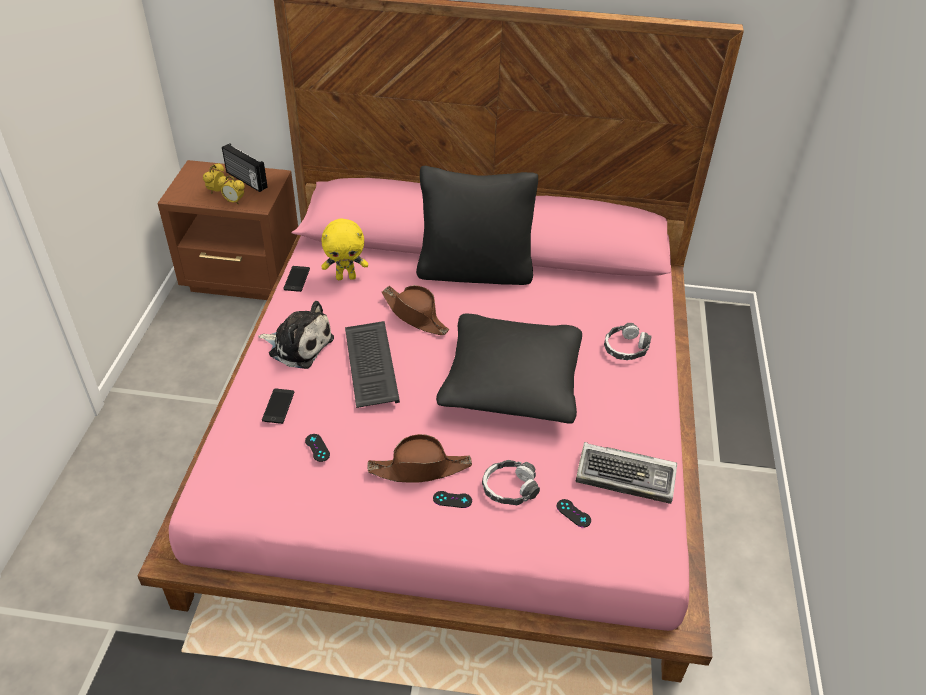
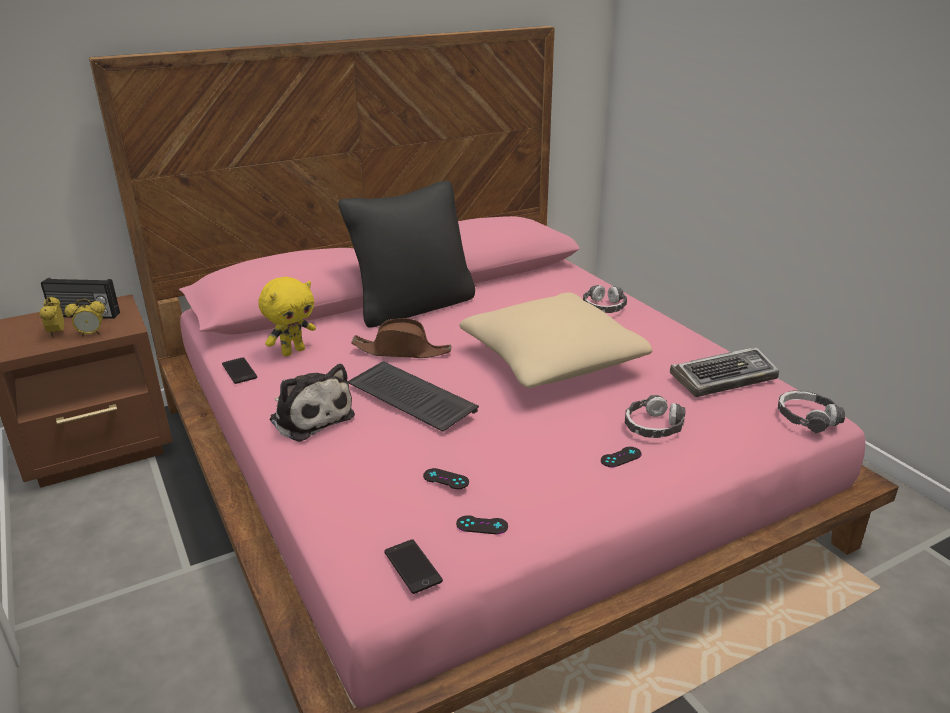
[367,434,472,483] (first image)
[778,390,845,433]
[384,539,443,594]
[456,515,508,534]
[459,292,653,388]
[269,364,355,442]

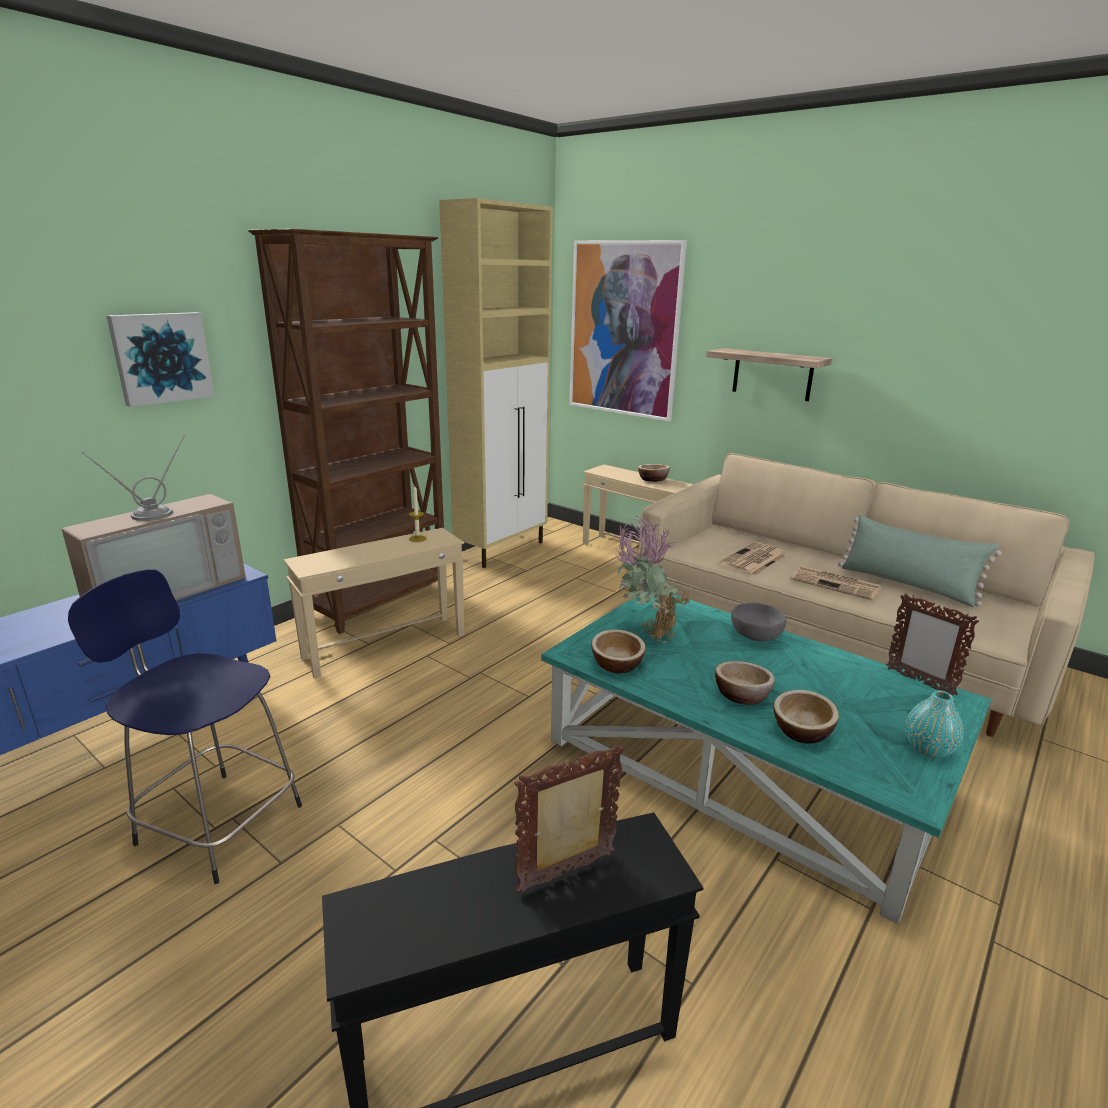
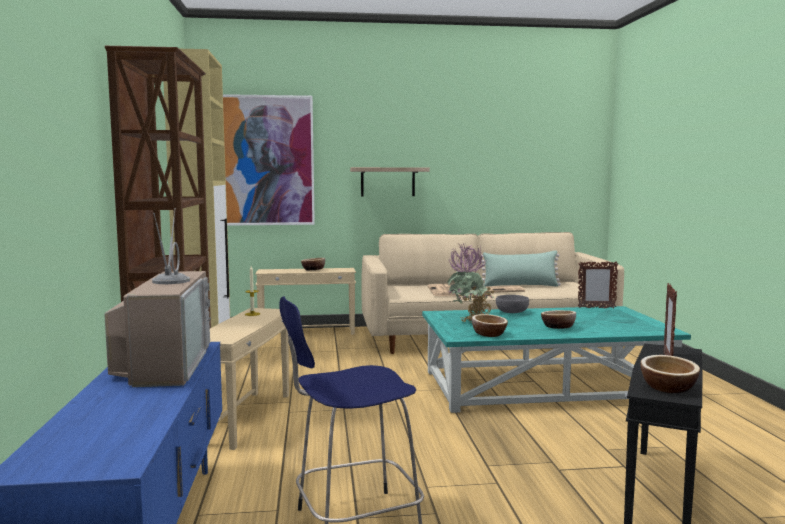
[107,312,215,407] (first image)
[905,690,964,757] (first image)
[641,355,700,393]

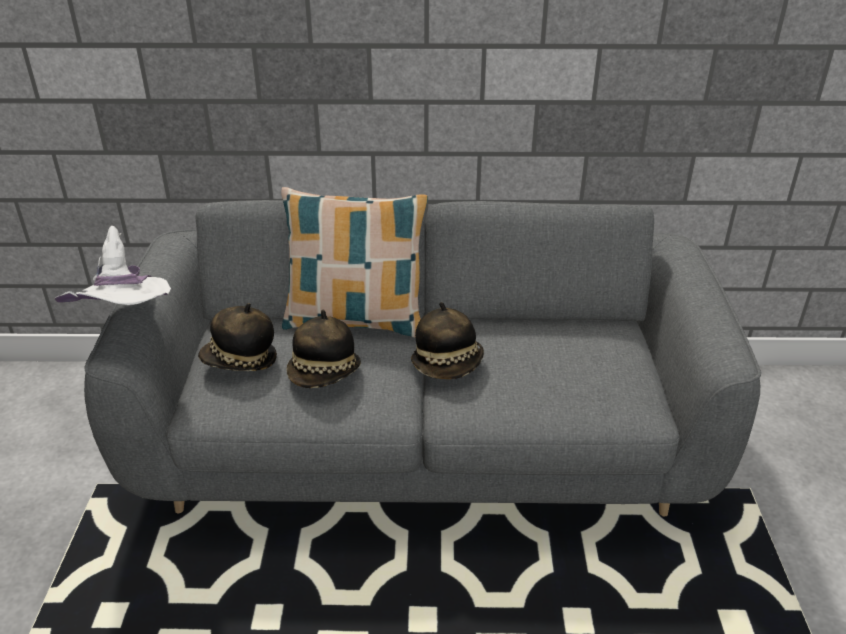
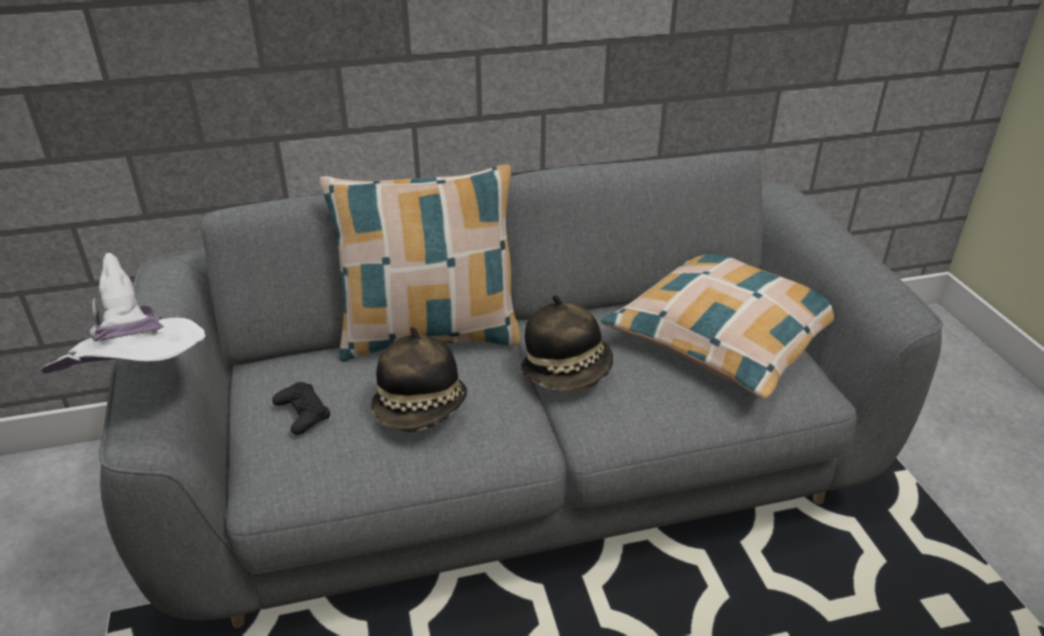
[601,254,834,399]
[272,382,330,435]

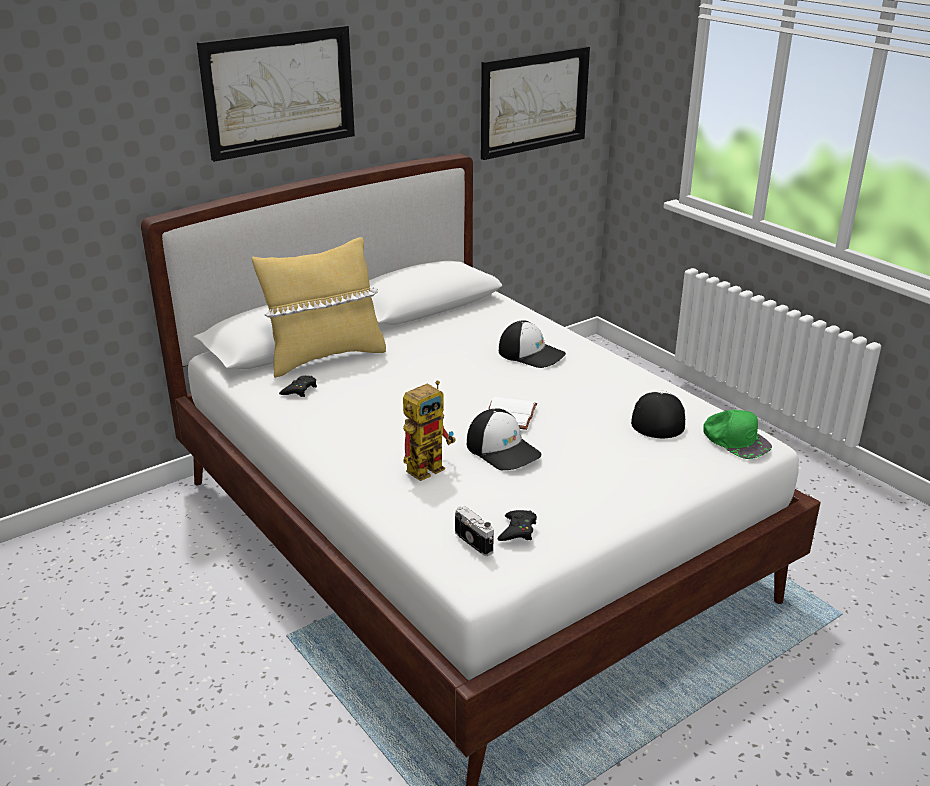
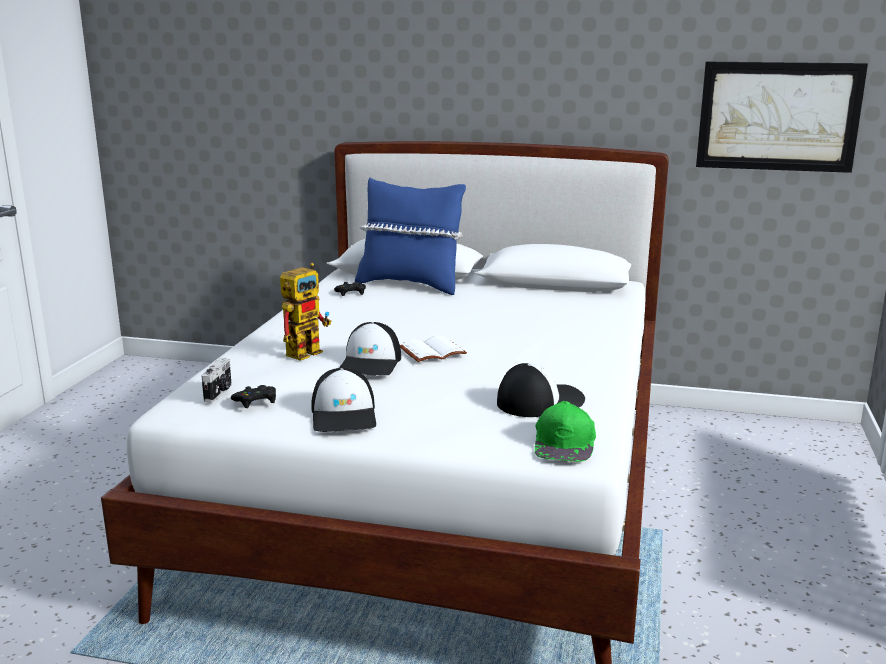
[197,25,355,162] (first image)
[311,368,376,432]
[354,178,466,295]
[280,263,331,361]

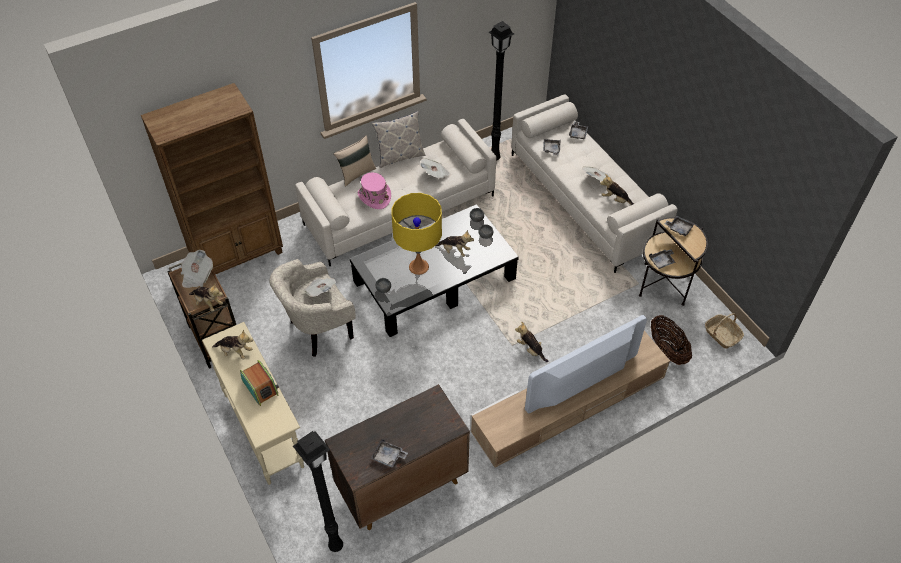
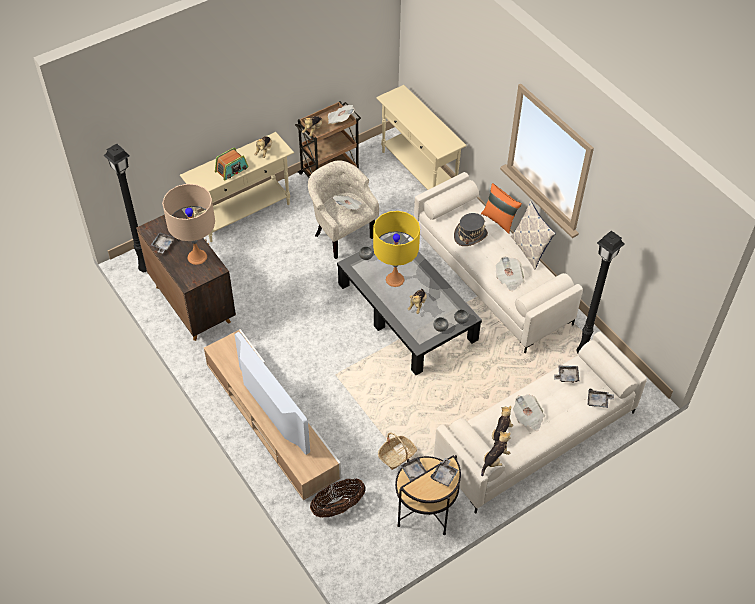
[162,184,215,265]
[481,431,510,476]
[378,433,417,470]
[376,85,467,190]
[481,183,522,234]
[454,213,488,246]

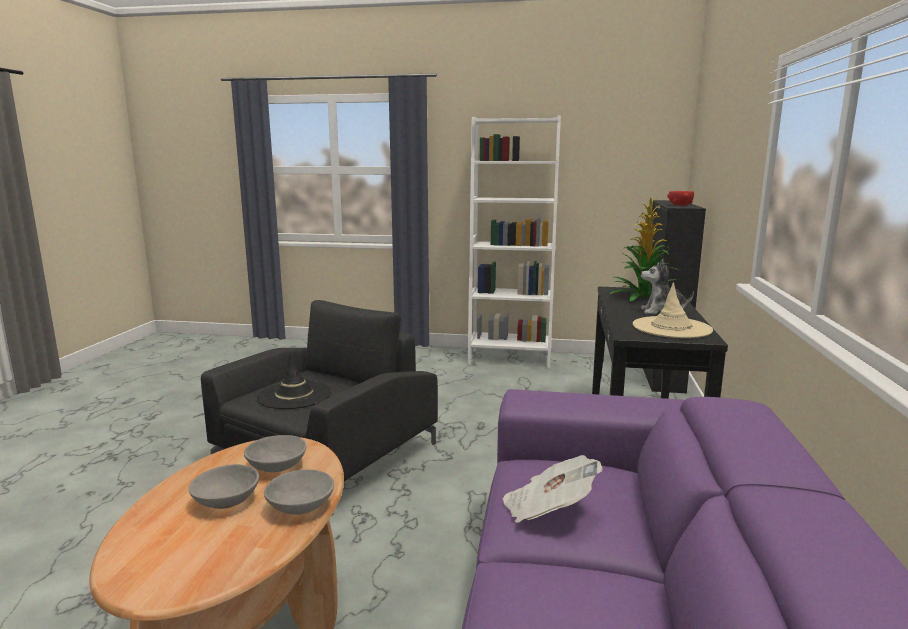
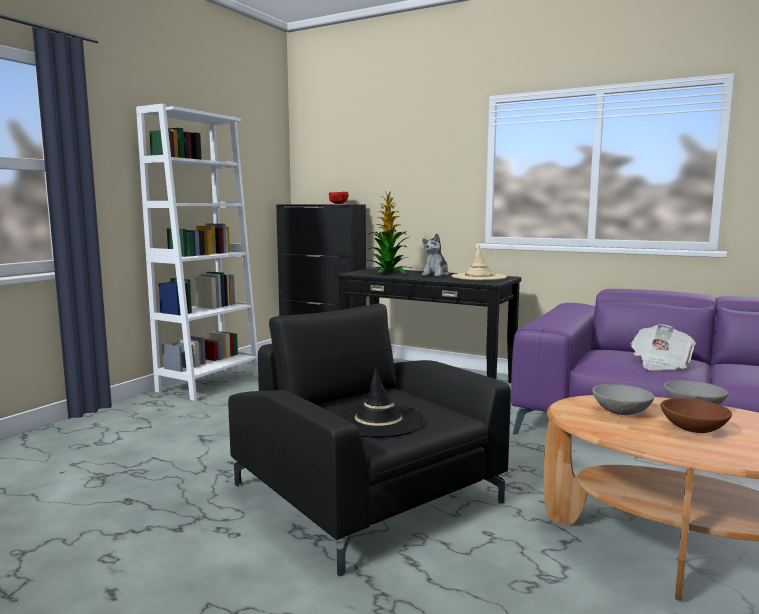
[660,398,732,433]

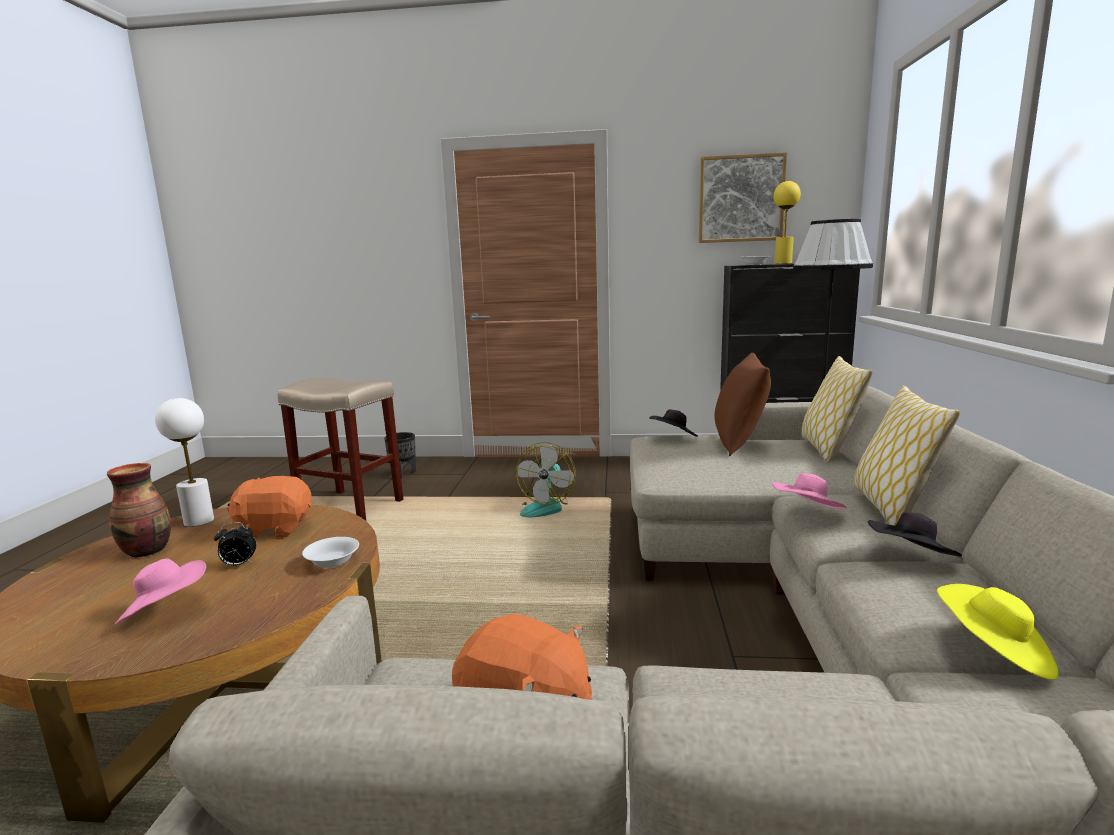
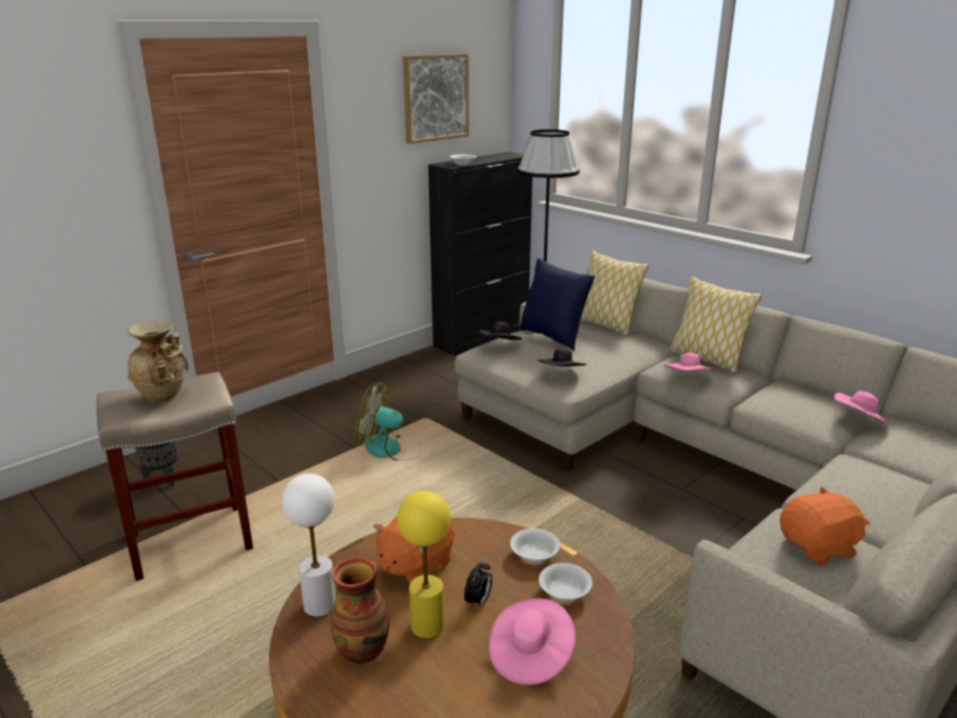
[127,320,189,403]
[539,563,592,602]
[397,491,451,638]
[538,349,586,367]
[519,258,595,351]
[834,391,890,424]
[355,382,413,460]

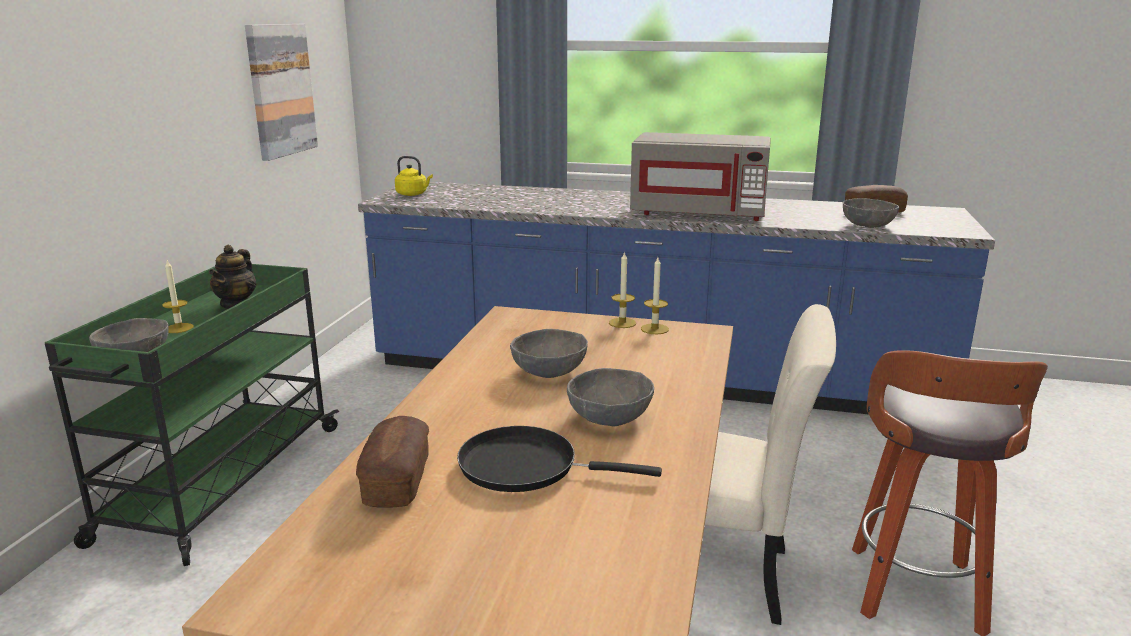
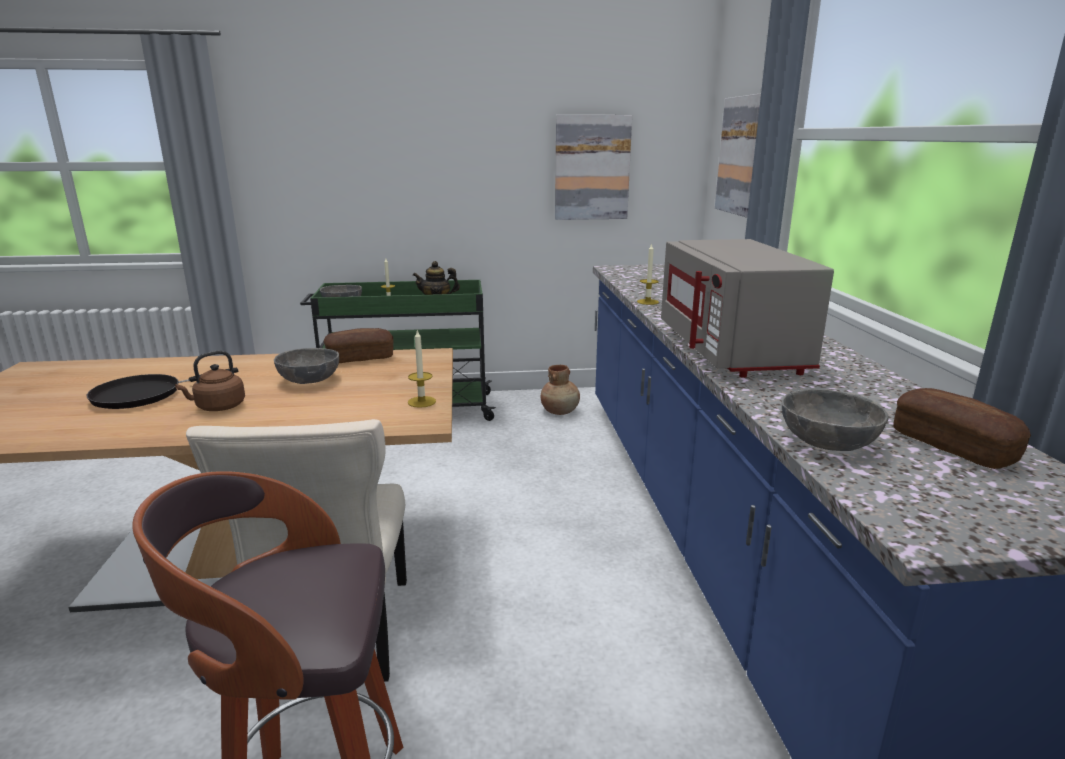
[395,156,433,196] (first image)
[541,365,580,415]
[715,94,761,217]
[324,328,394,363]
[637,243,659,305]
[175,350,245,411]
[87,368,238,409]

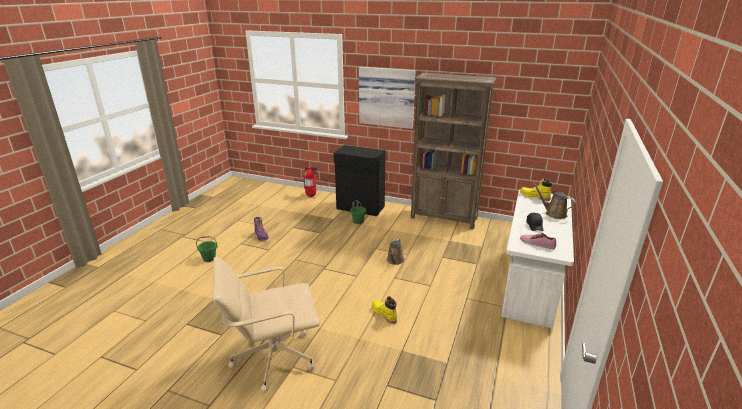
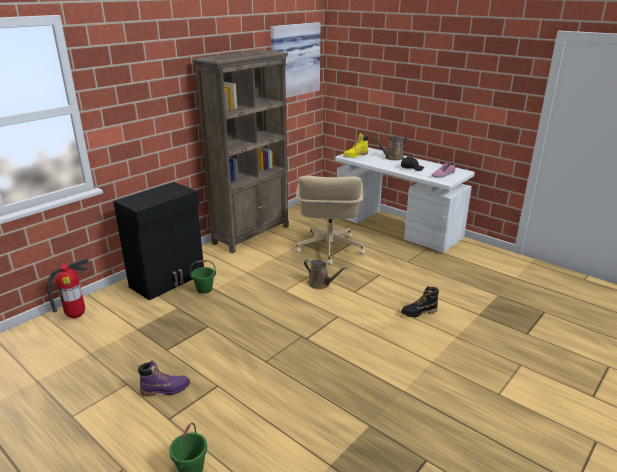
[295,176,365,265]
[271,22,321,98]
[401,286,439,317]

